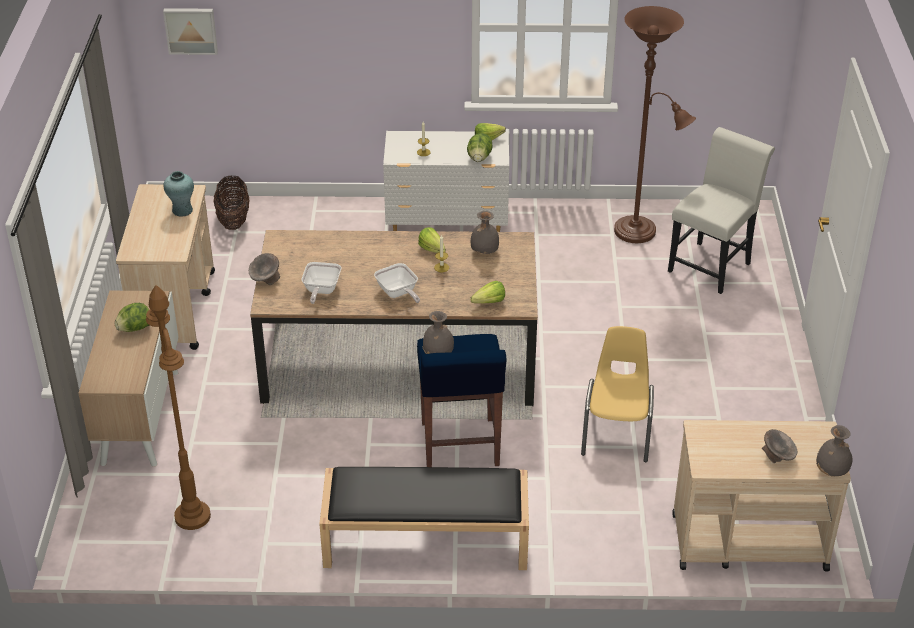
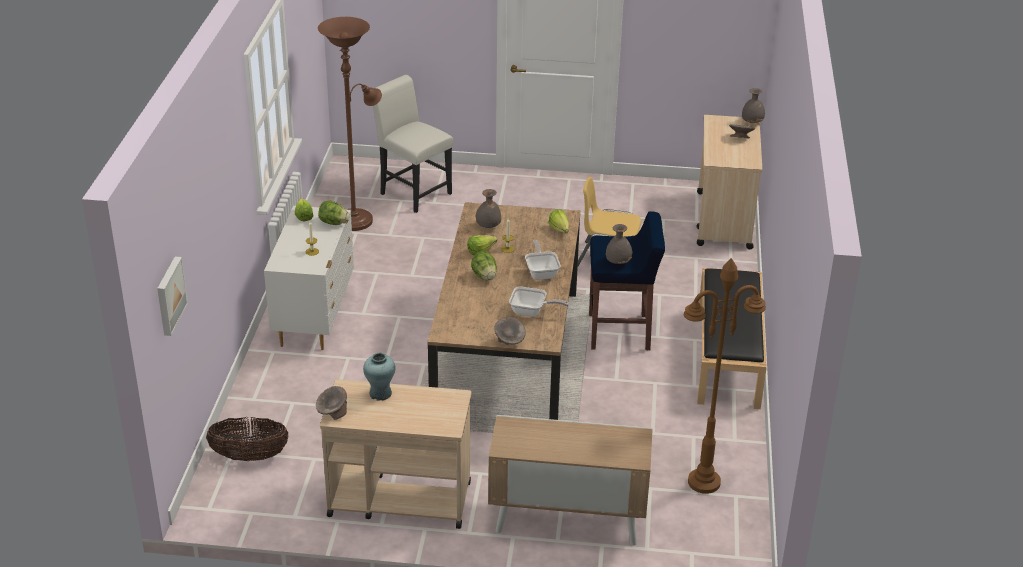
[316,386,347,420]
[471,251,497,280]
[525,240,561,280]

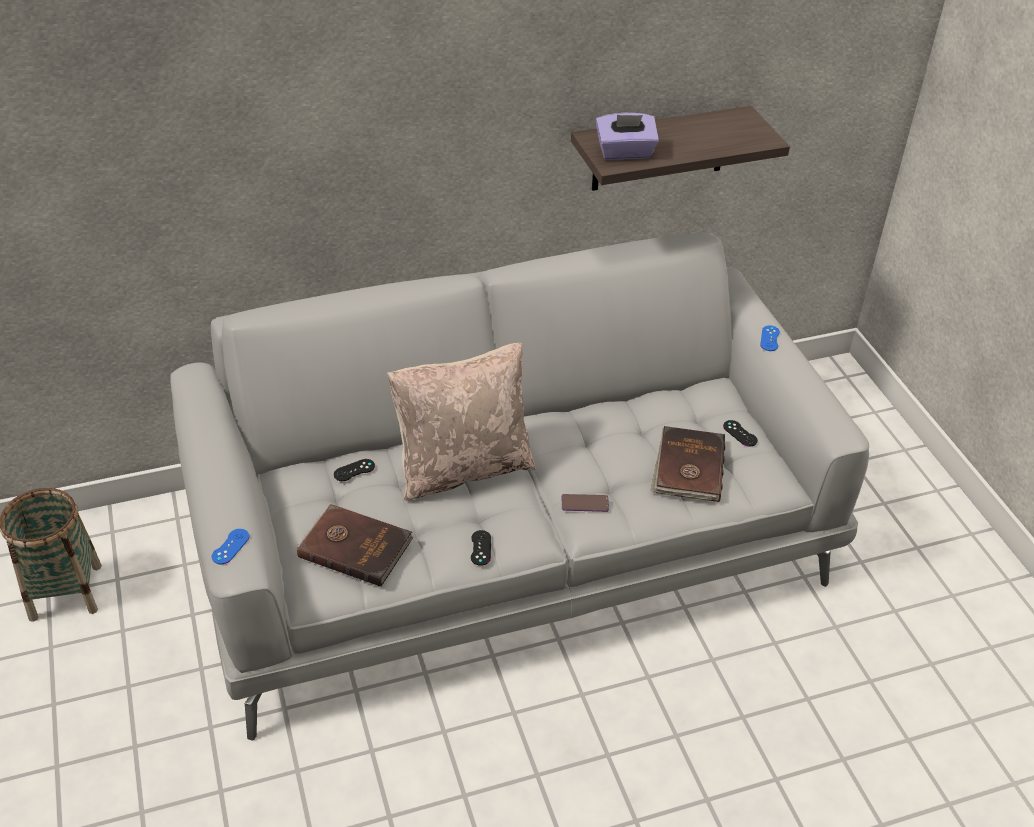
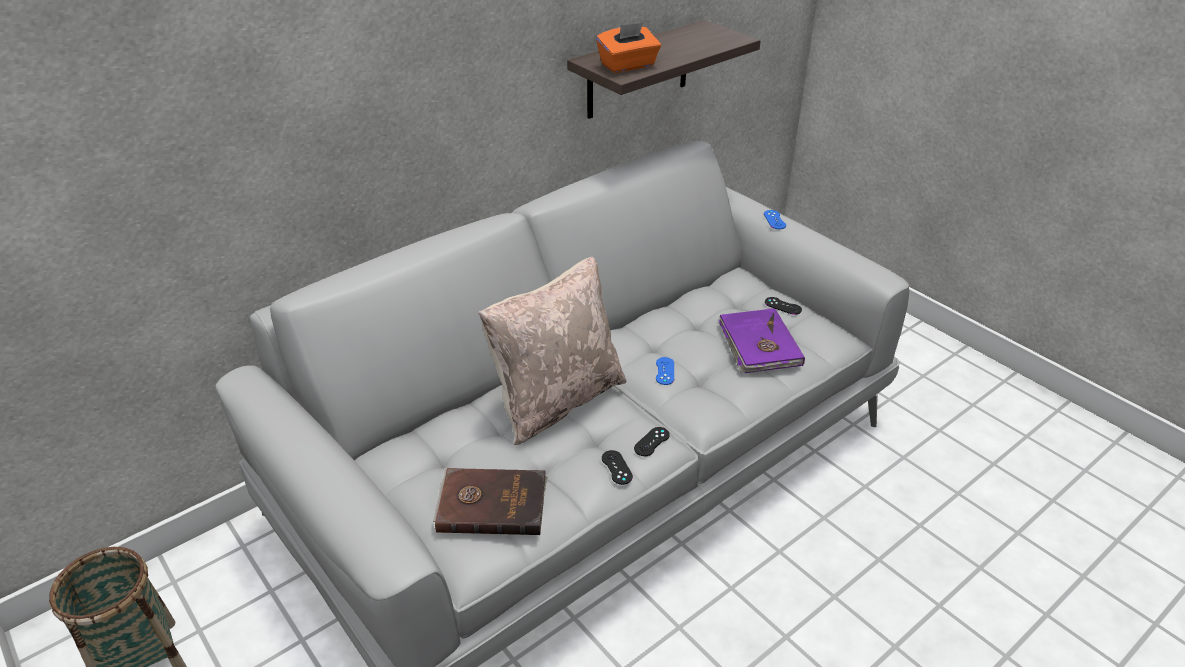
[562,494,609,512] (first image)
[656,357,674,385]
[634,427,670,456]
[596,22,661,73]
[719,308,805,373]

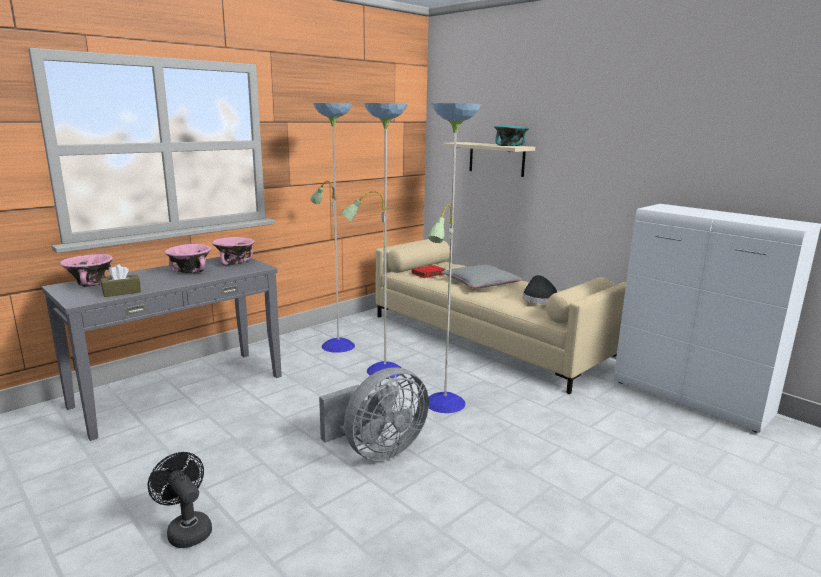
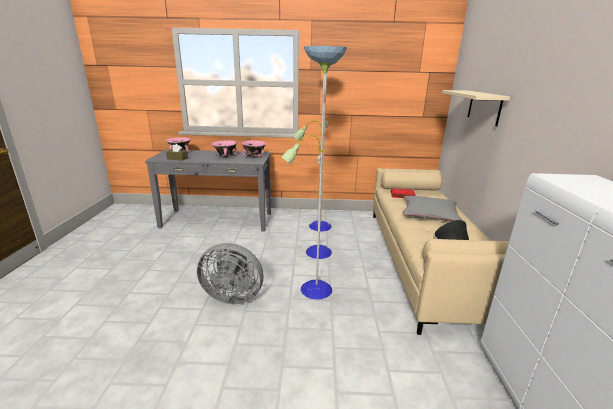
[148,452,212,548] (first image)
[494,126,530,146] (first image)

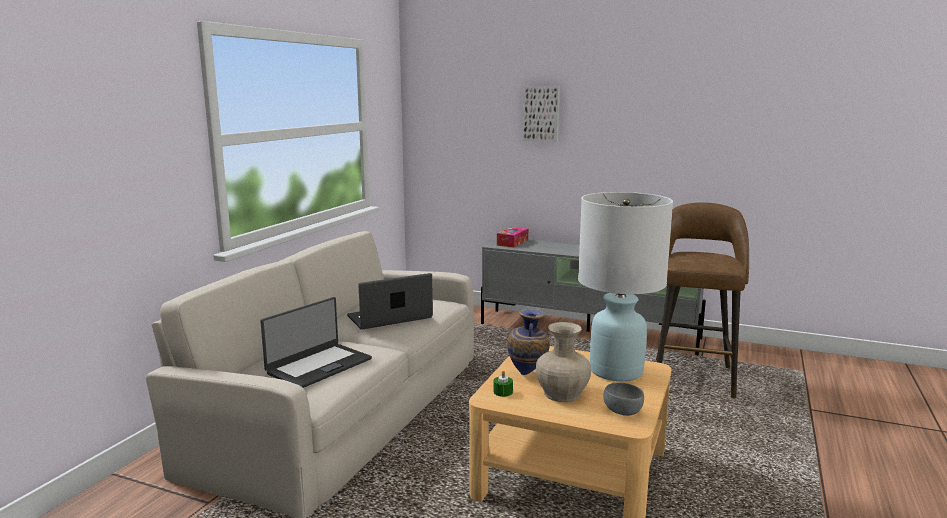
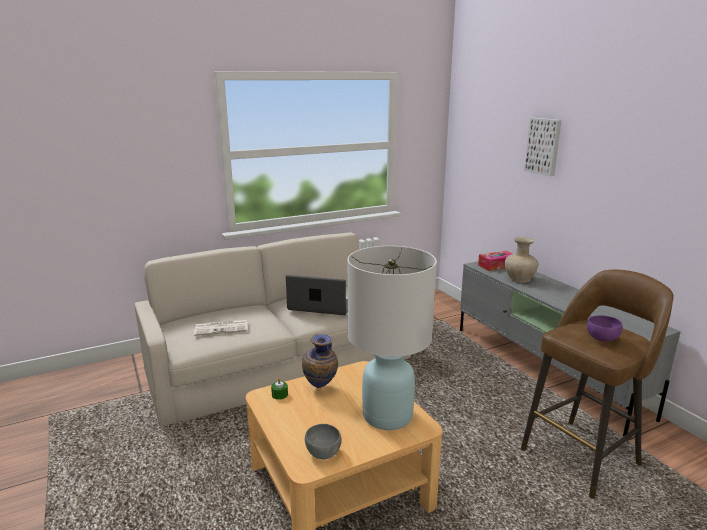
[587,315,623,342]
[504,237,538,283]
[194,320,247,336]

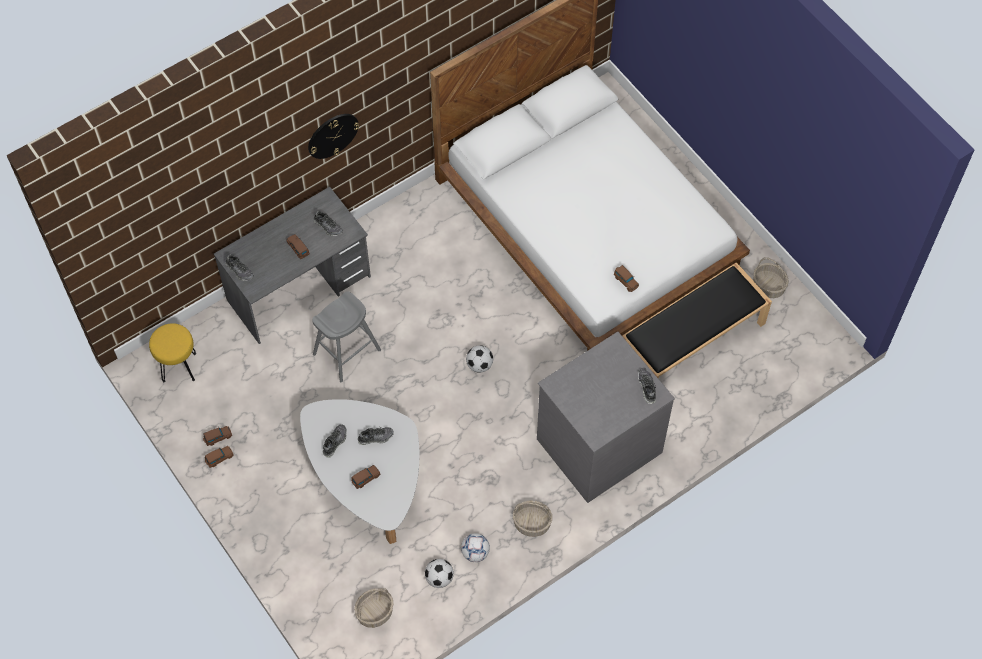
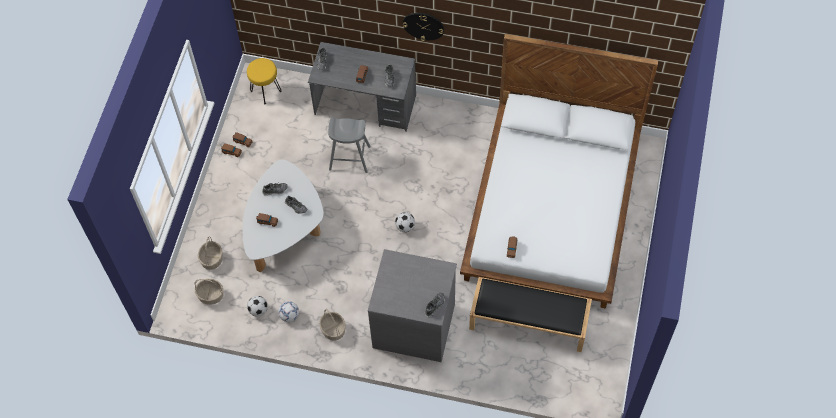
[198,236,223,270]

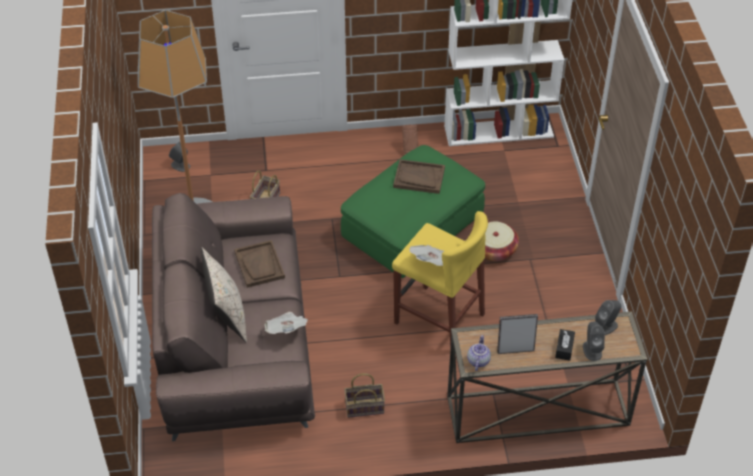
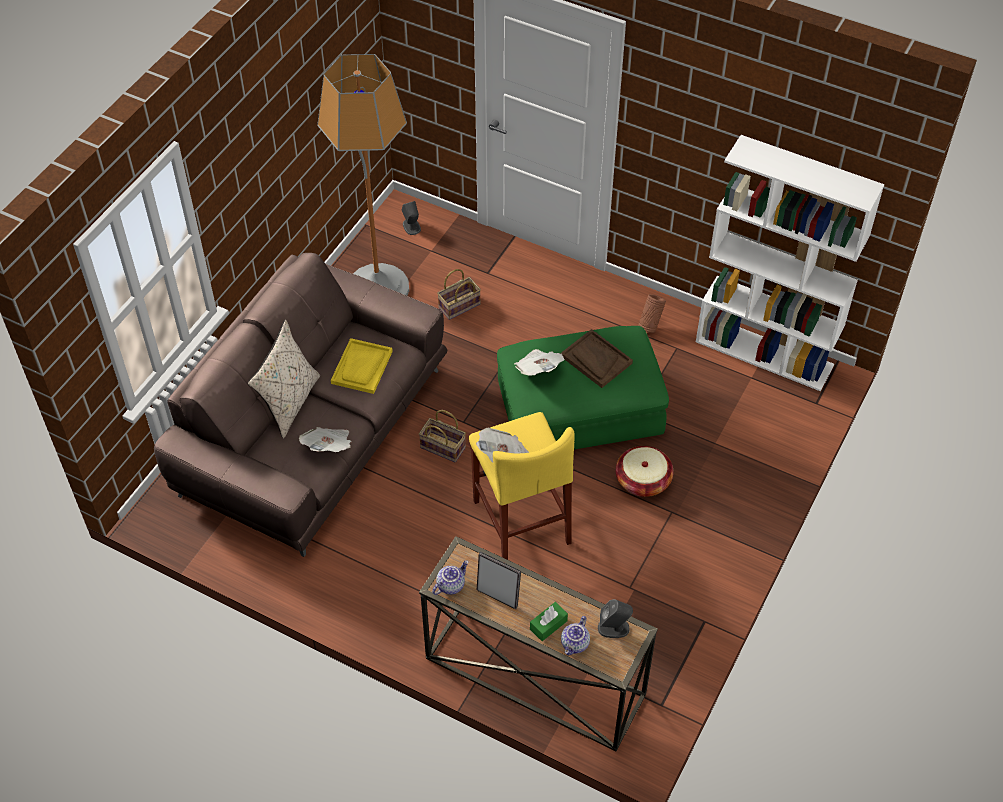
[514,349,565,376]
[419,410,466,463]
[561,616,590,655]
[331,338,393,394]
[530,602,568,641]

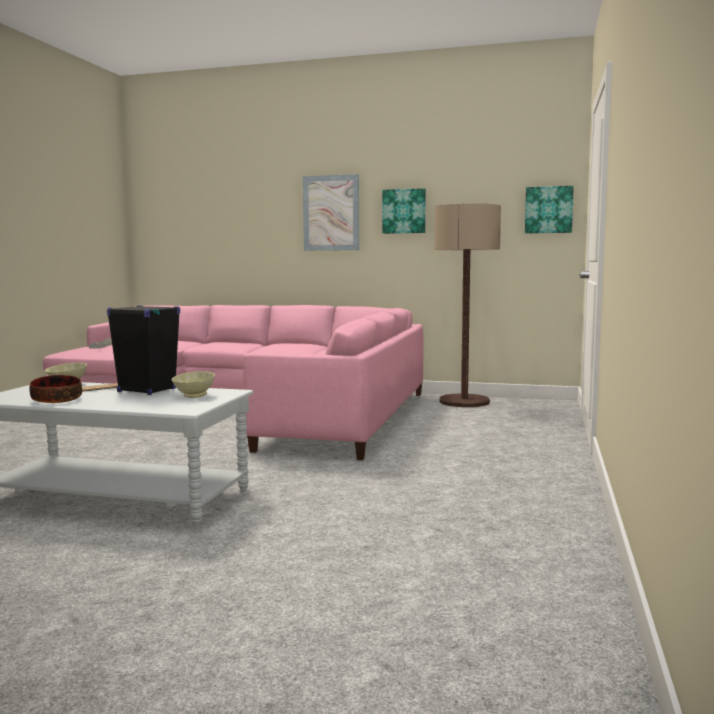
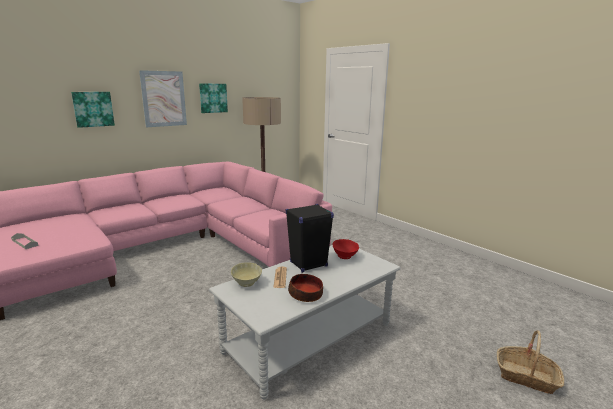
[497,330,564,394]
[71,92,115,128]
[332,239,359,259]

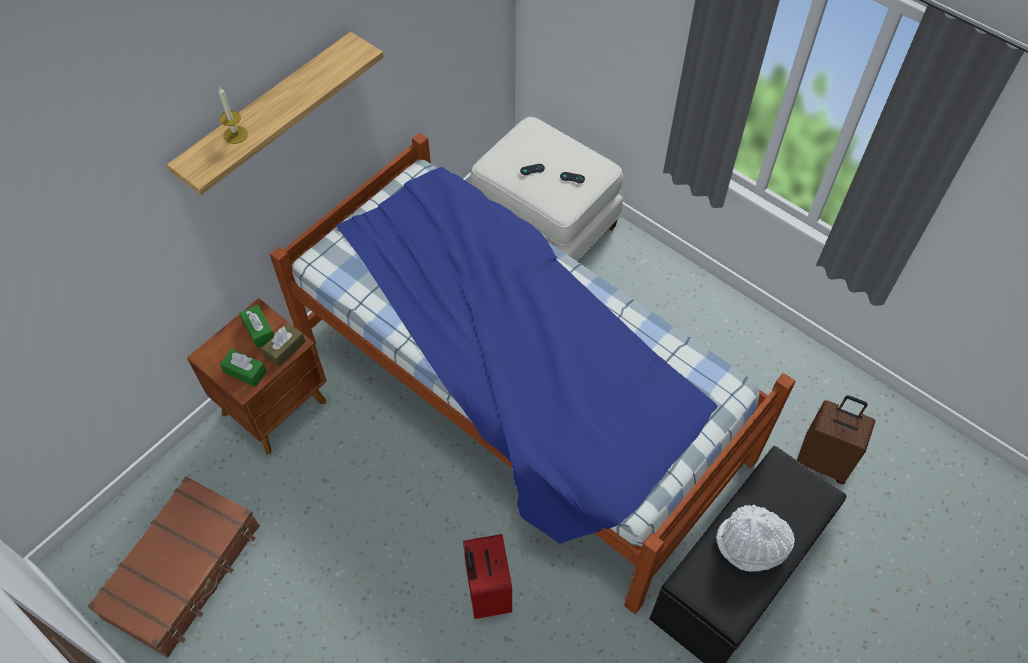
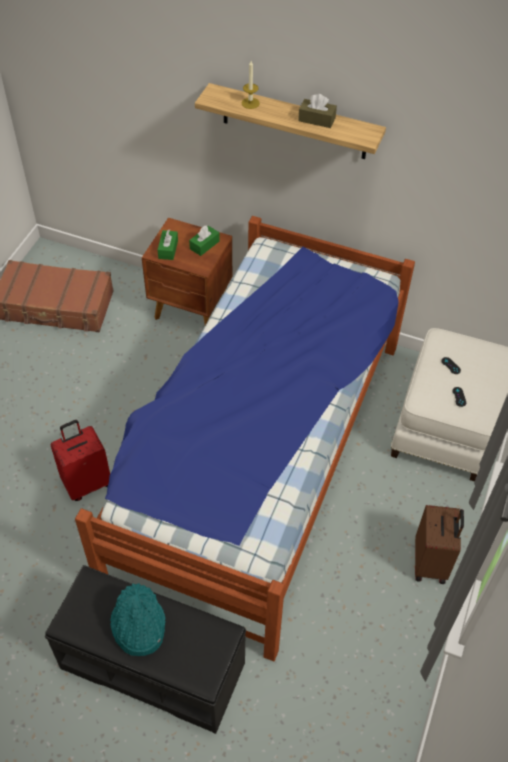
[298,94,337,128]
[415,505,464,584]
[110,583,166,656]

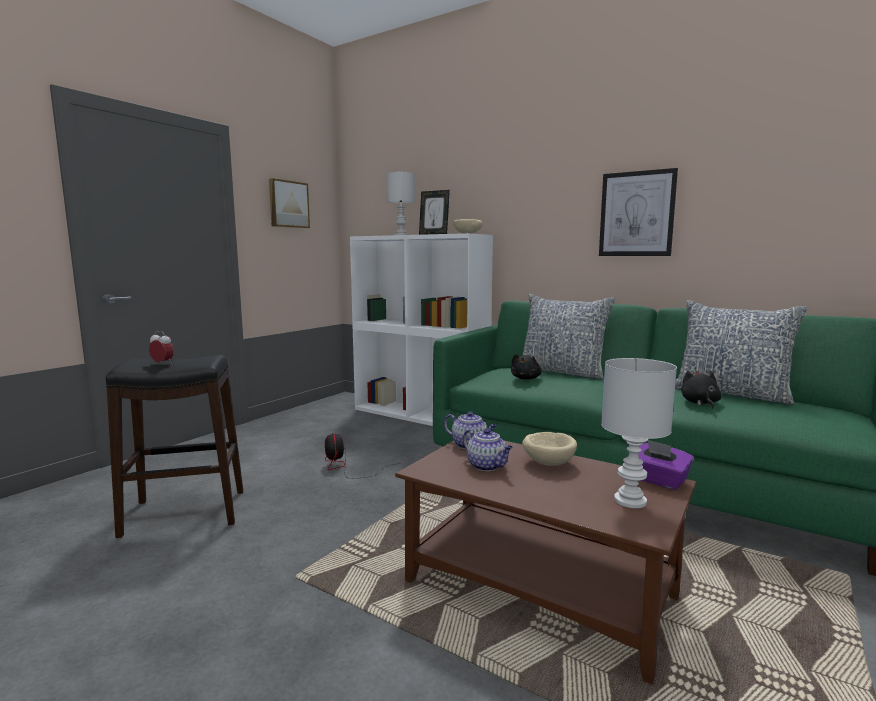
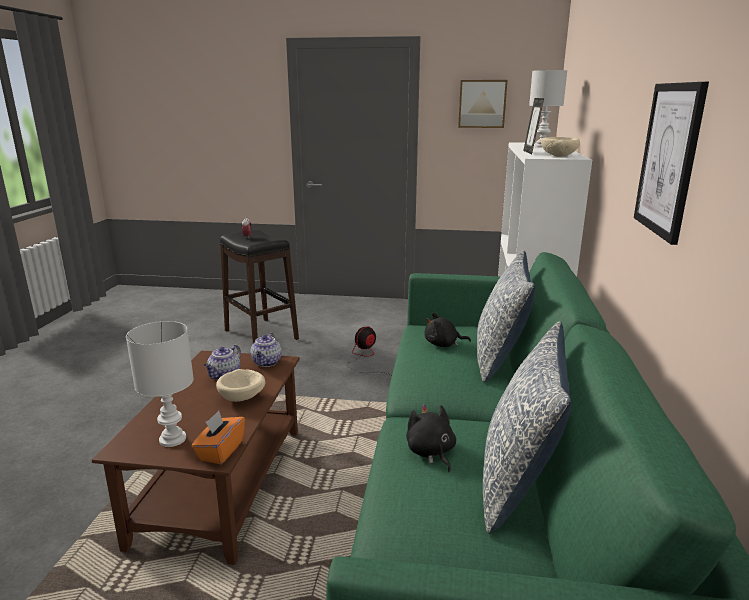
[192,411,245,464]
[406,404,456,473]

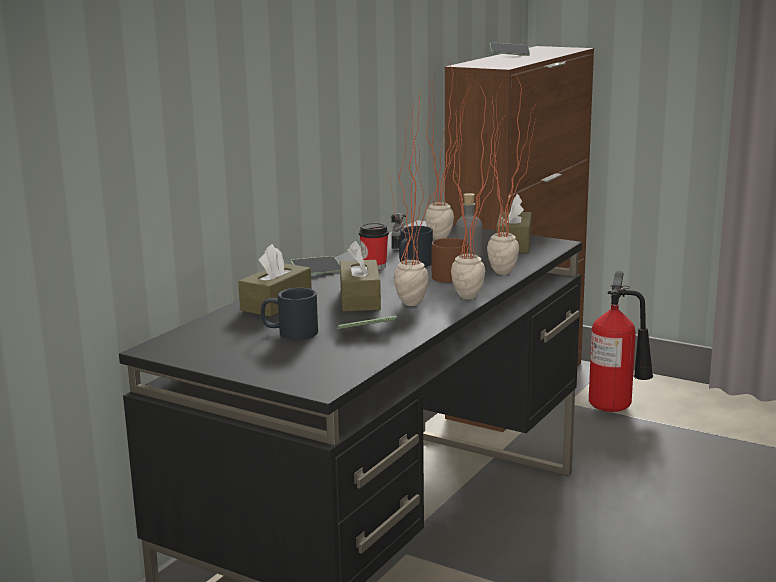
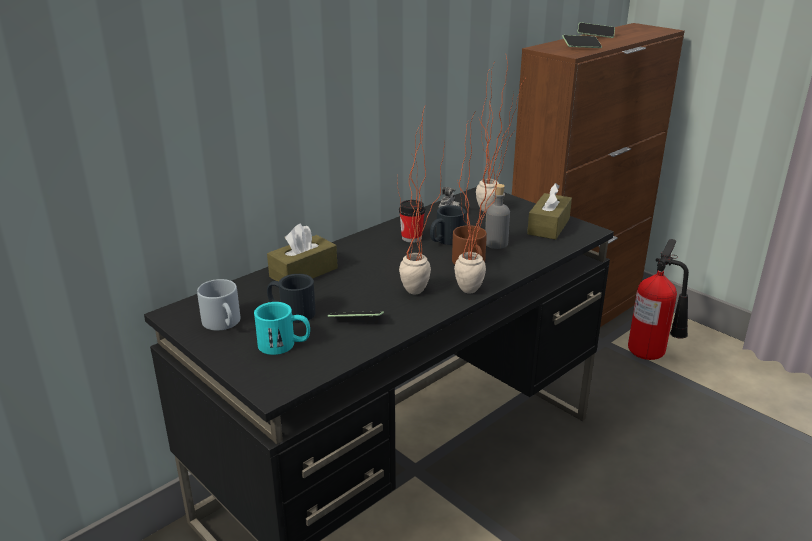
[340,241,381,311] (first image)
[487,76,537,275] (first image)
[197,279,240,331]
[254,302,310,355]
[562,35,602,48]

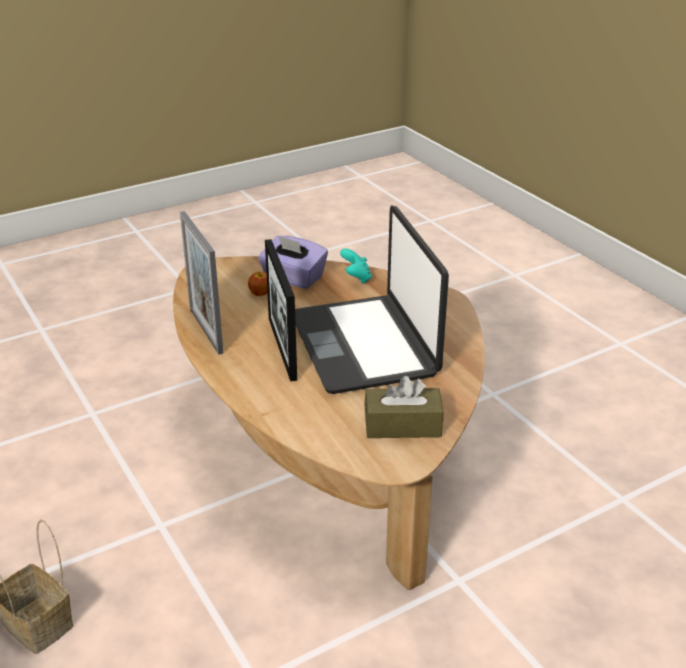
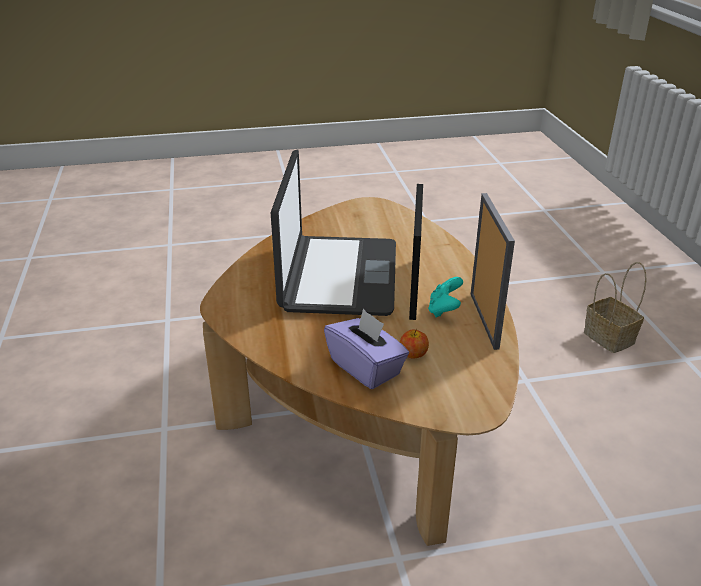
[365,376,444,438] (first image)
[428,277,463,317]

